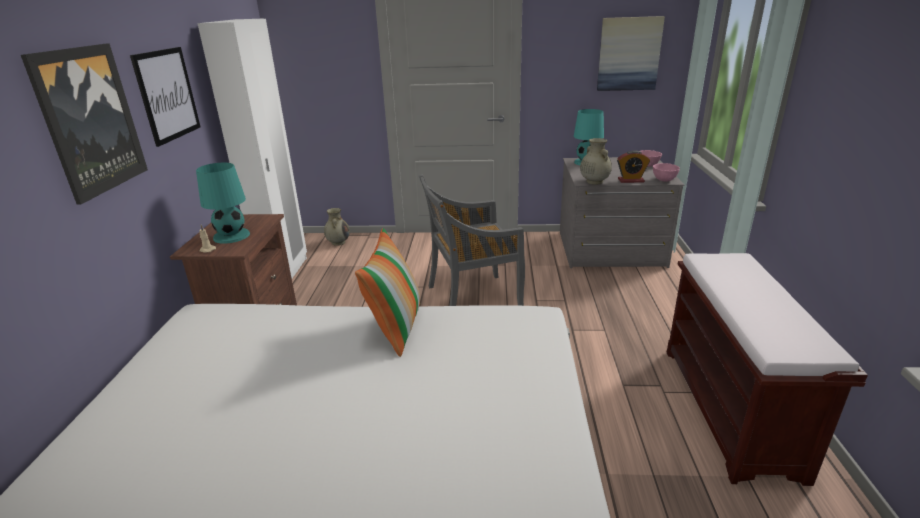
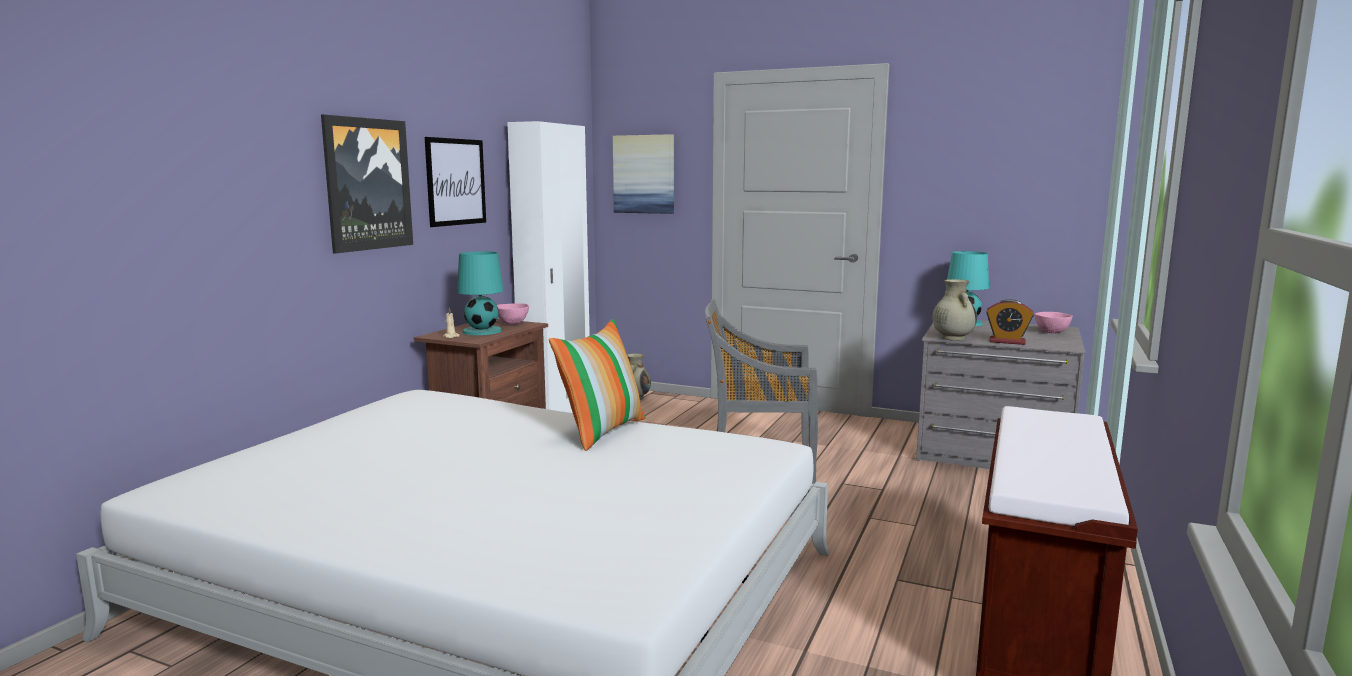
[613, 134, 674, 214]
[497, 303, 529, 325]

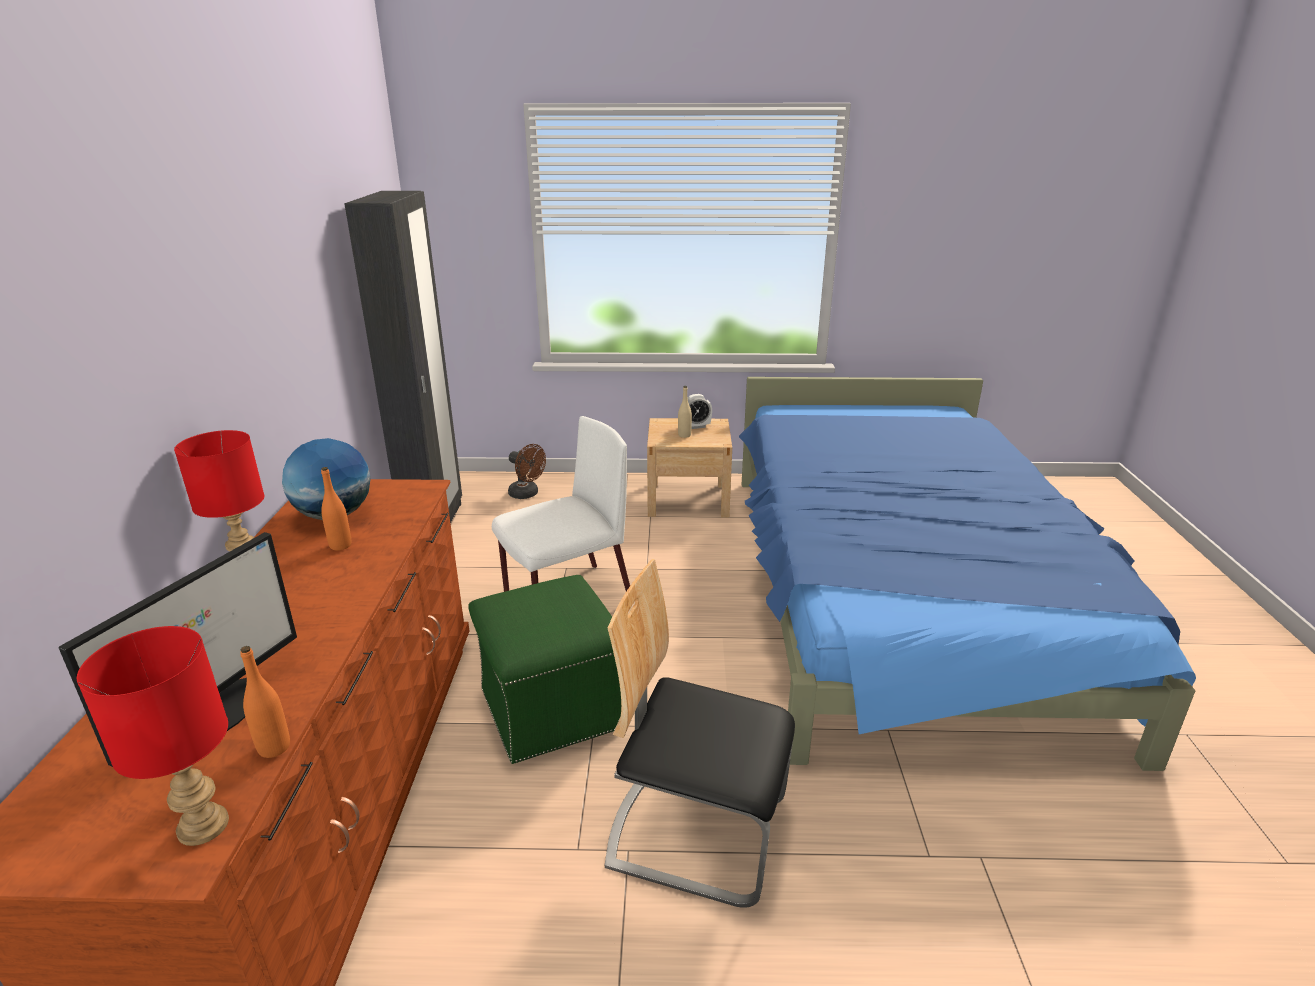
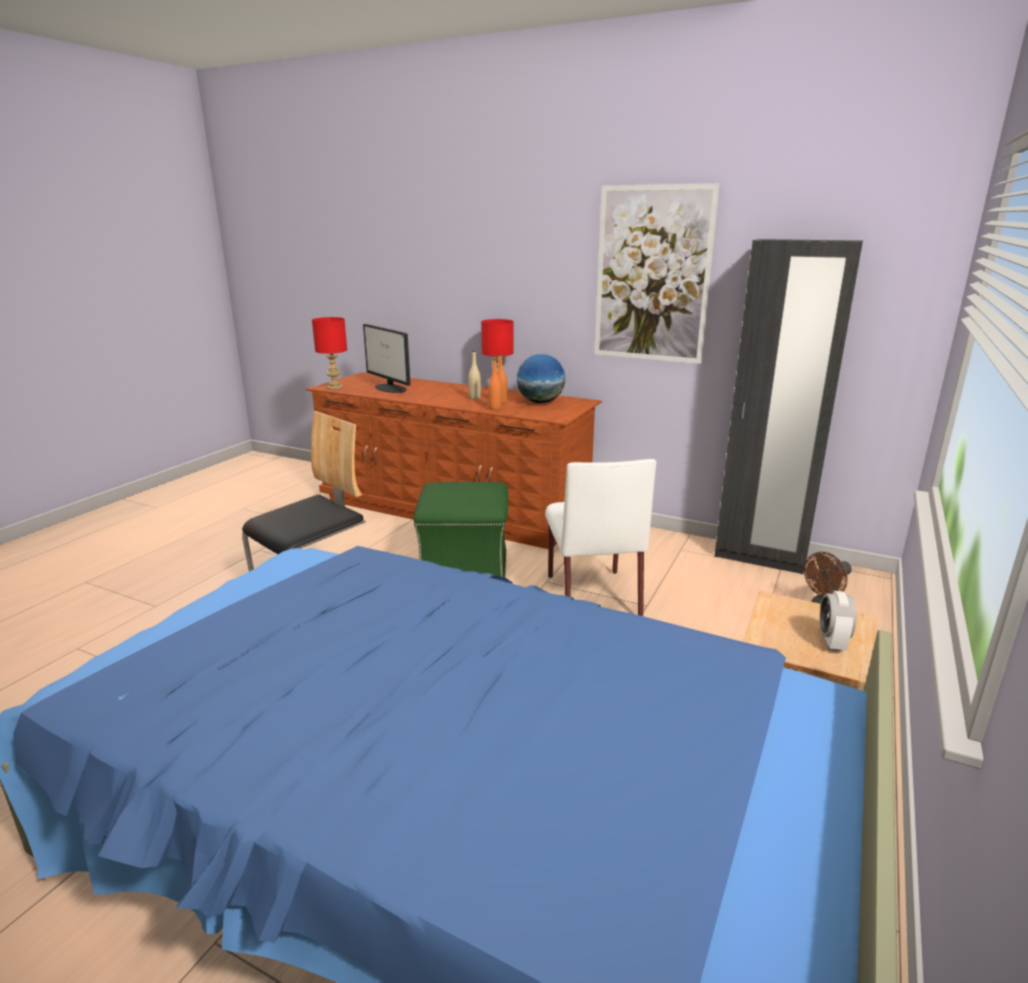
[468, 351, 481, 399]
[488, 359, 502, 410]
[594, 183, 720, 364]

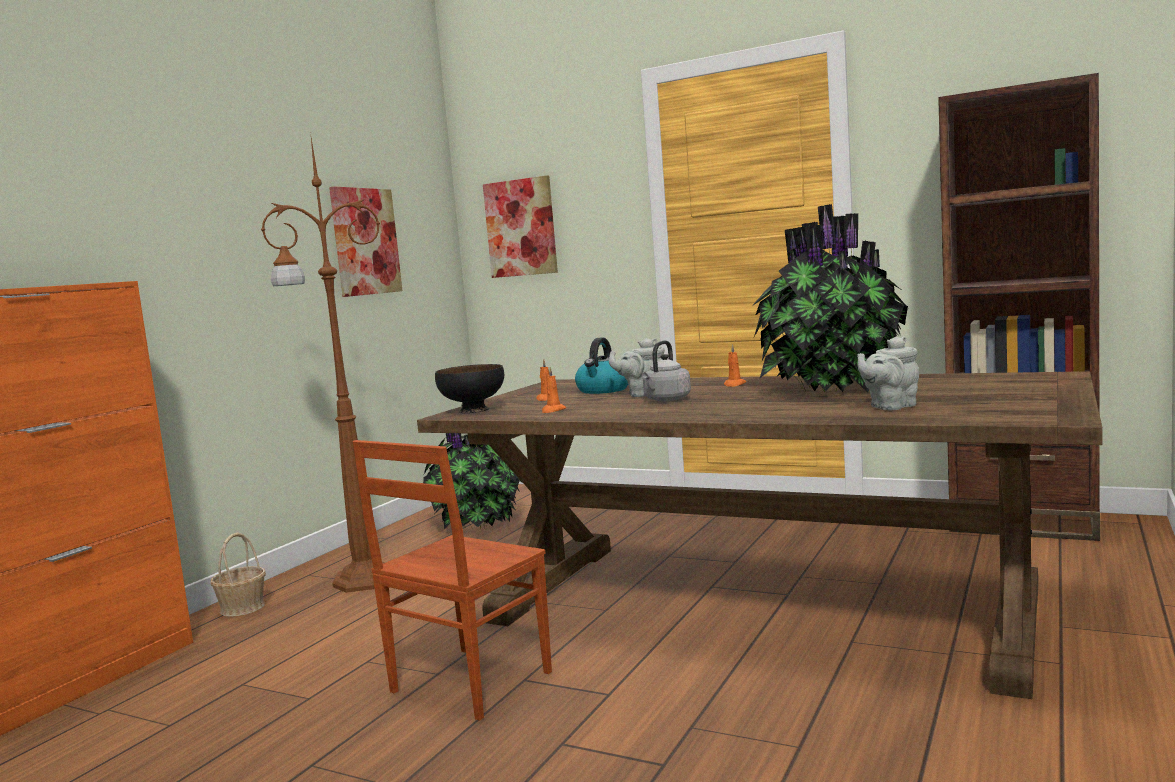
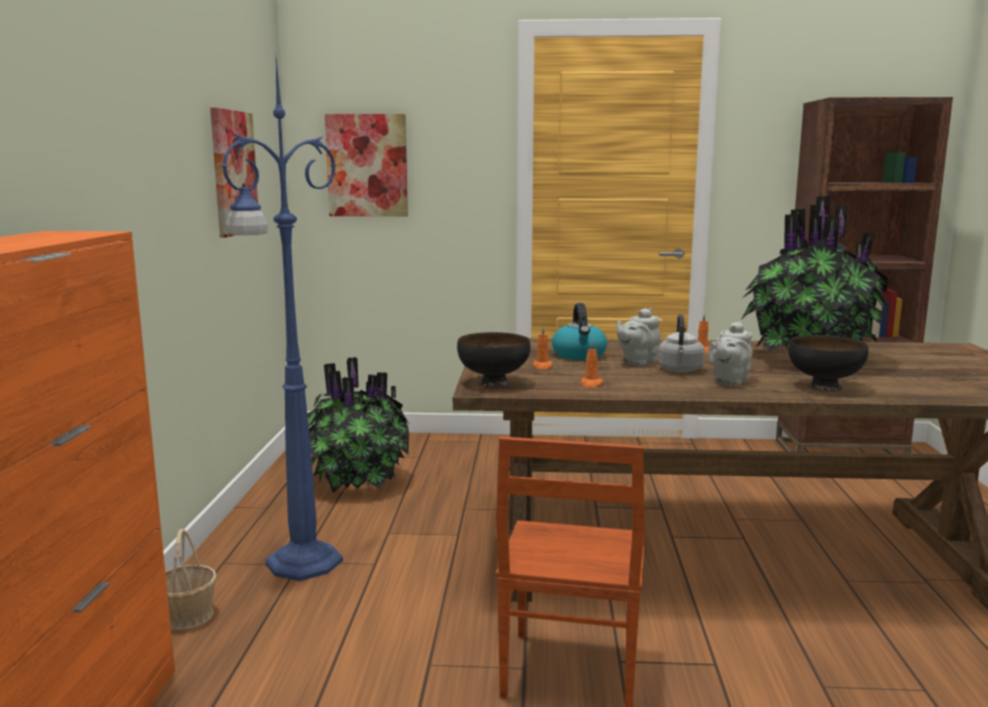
[221, 59, 343, 581]
[708, 322, 753, 386]
[788, 335, 868, 391]

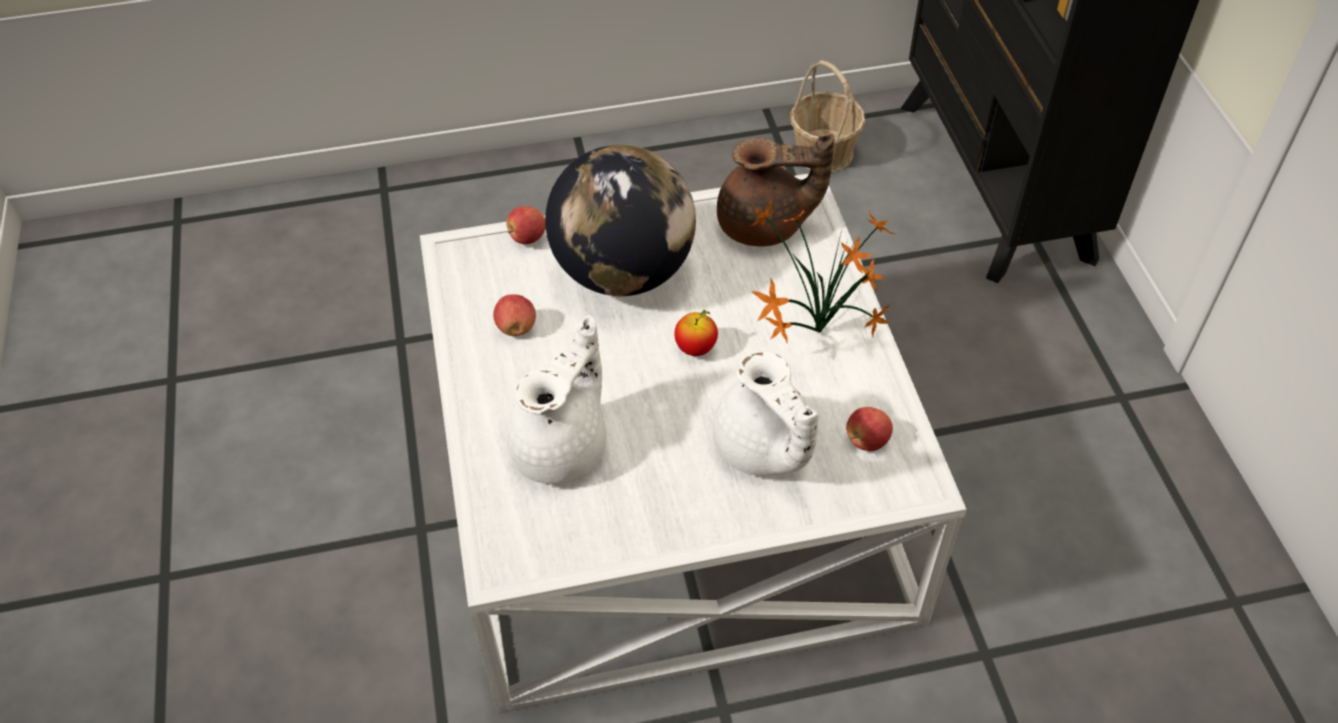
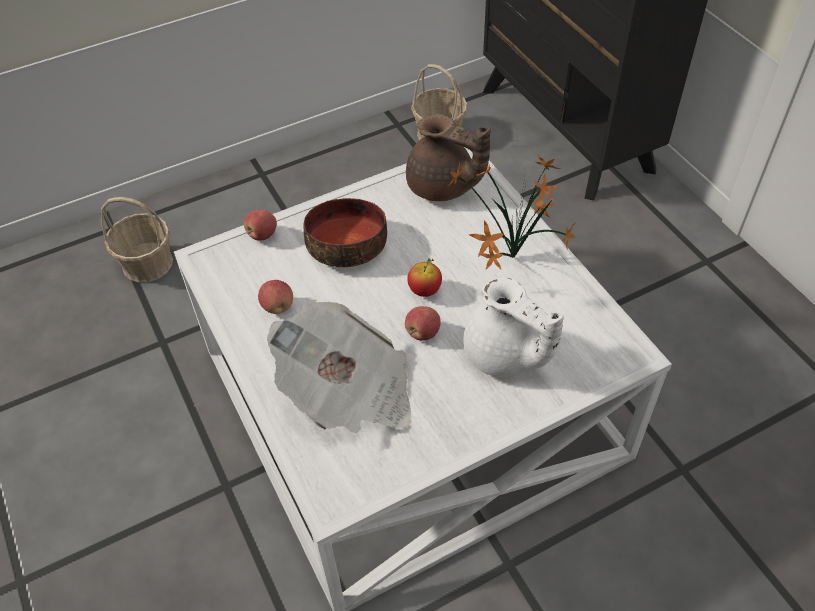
[406, 114, 491, 201]
[304, 198, 387, 267]
[267, 302, 411, 433]
[405, 306, 441, 341]
[101, 197, 173, 283]

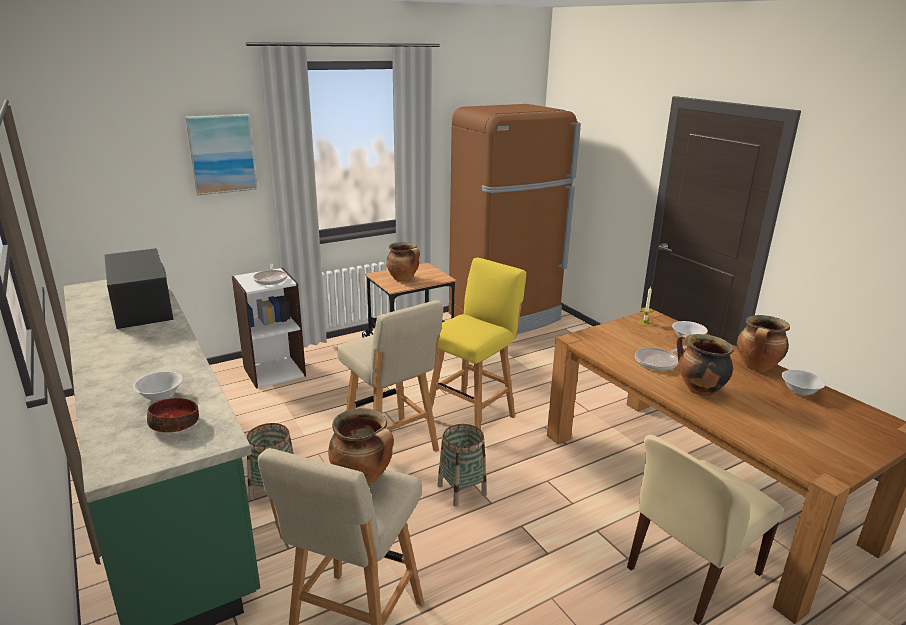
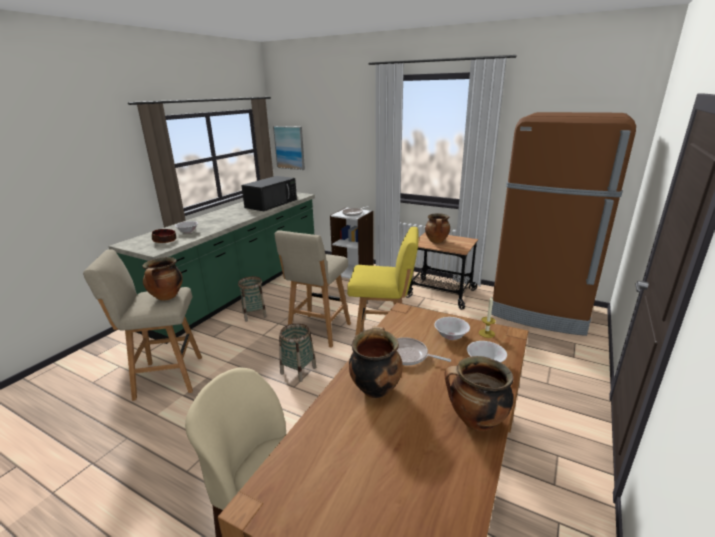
[273, 126, 305, 170]
[434, 317, 470, 340]

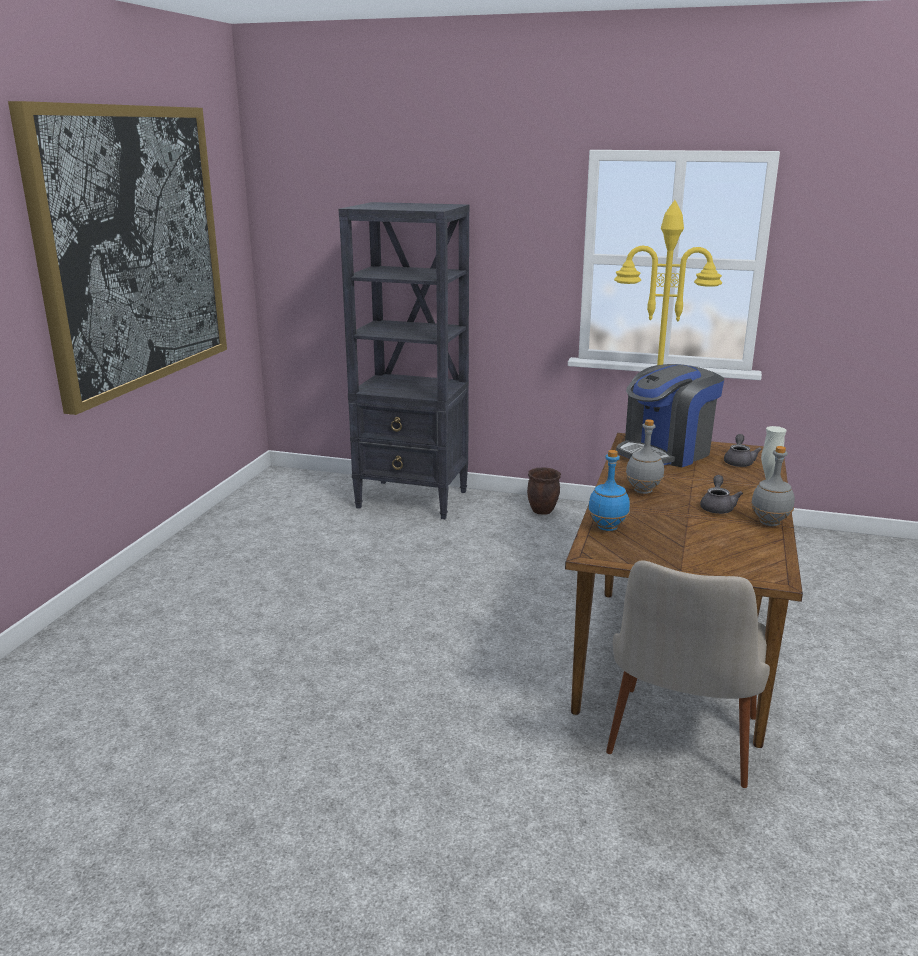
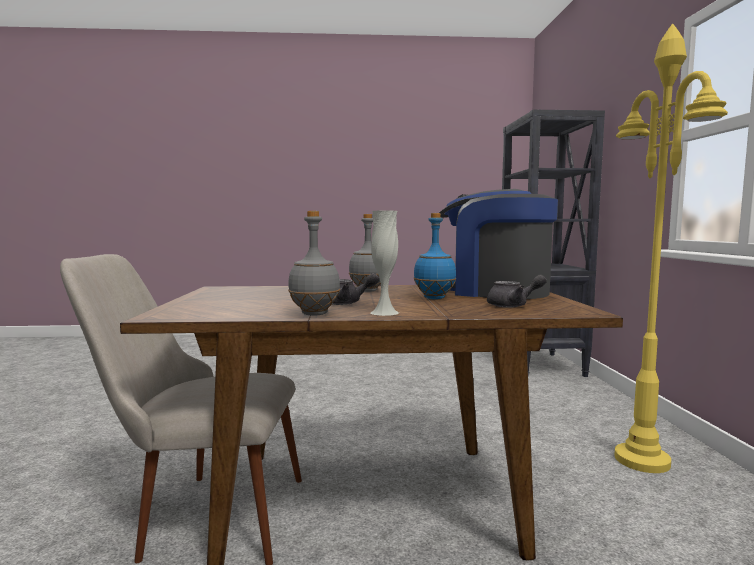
[8, 101, 227, 415] (first image)
[413, 213, 456, 299]
[527, 467, 561, 515] (first image)

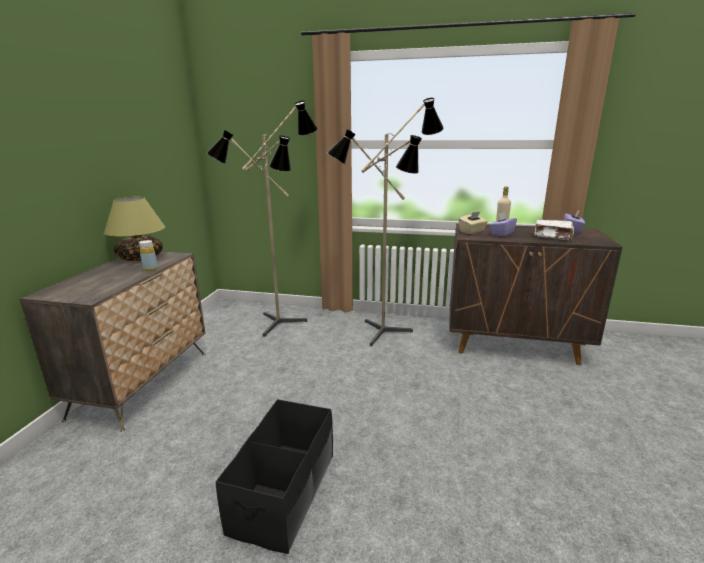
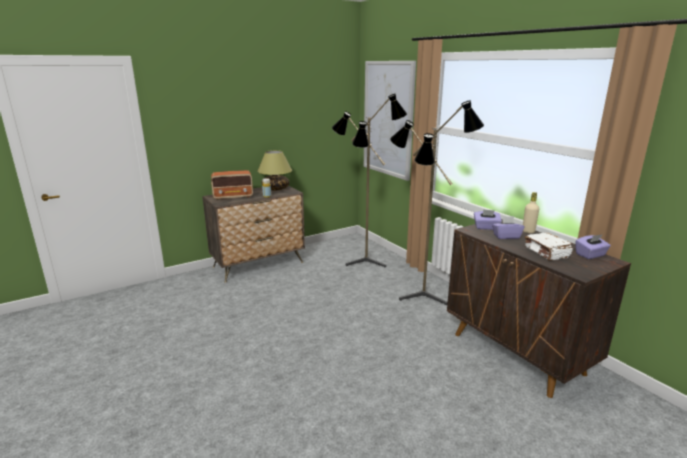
[474, 209, 502, 230]
[216, 399, 333, 554] (first image)
[364, 61, 416, 181]
[211, 170, 253, 200]

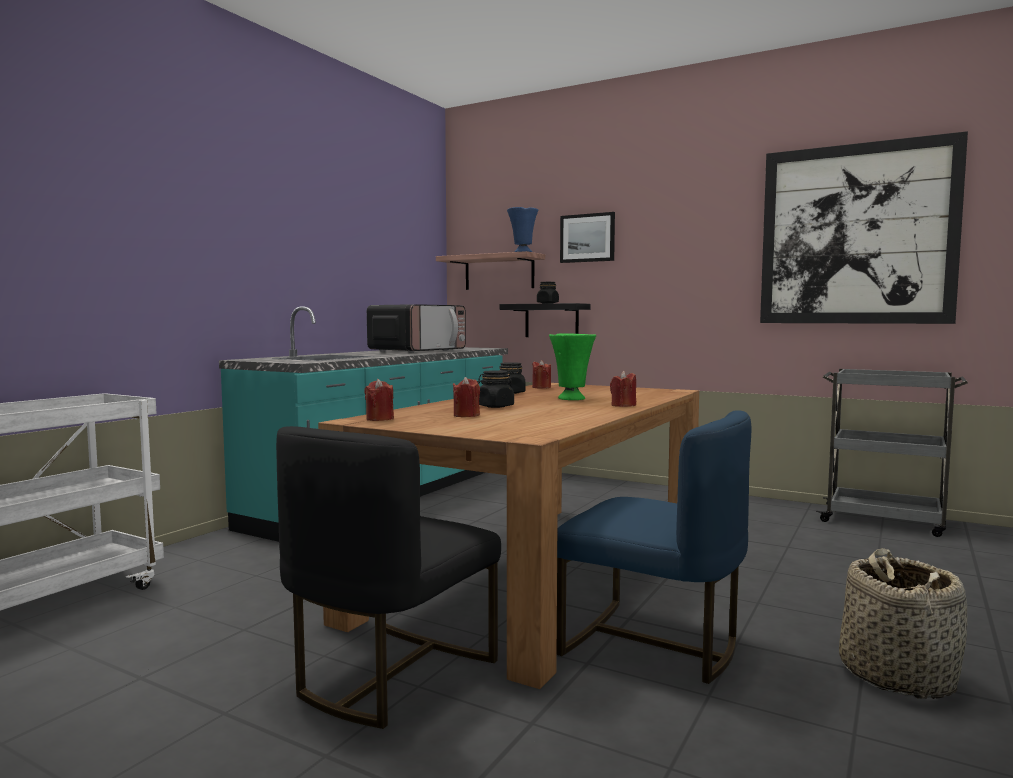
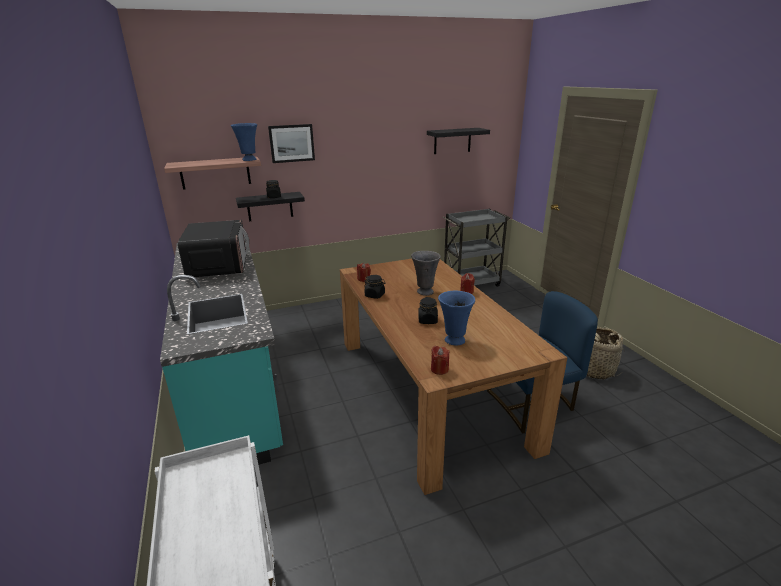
[427, 128, 490, 154]
[411, 251, 441, 296]
[438, 291, 475, 345]
[276, 426, 501, 729] (first image)

